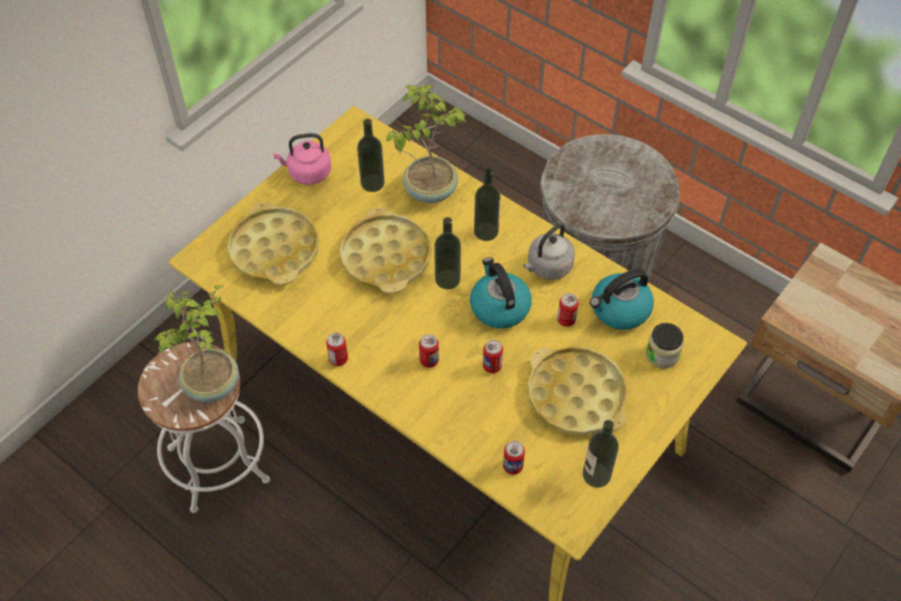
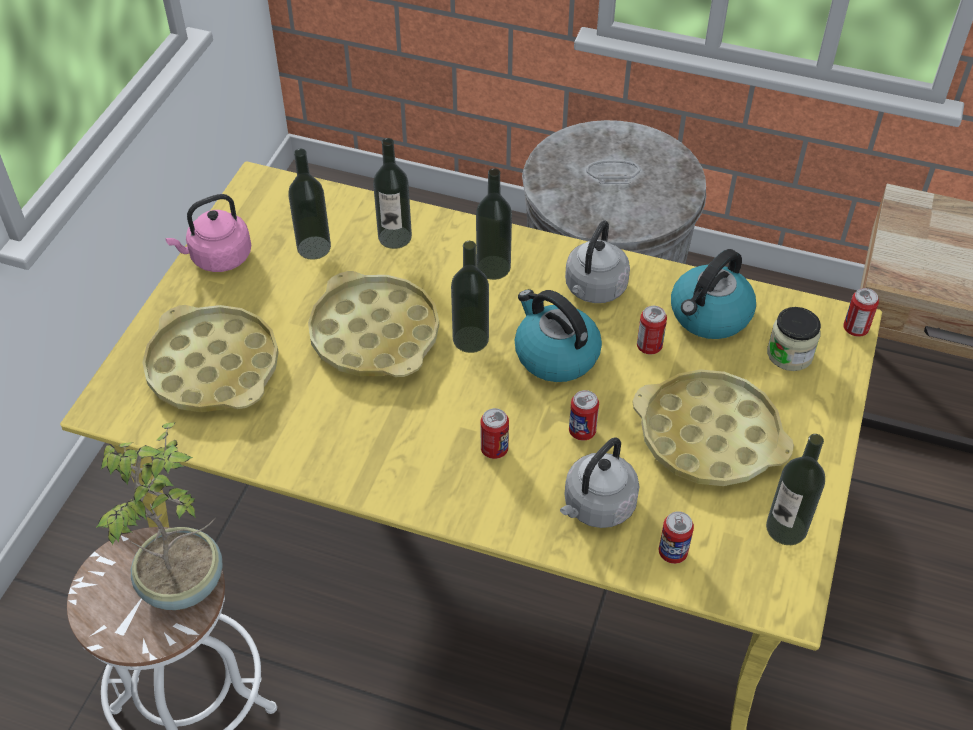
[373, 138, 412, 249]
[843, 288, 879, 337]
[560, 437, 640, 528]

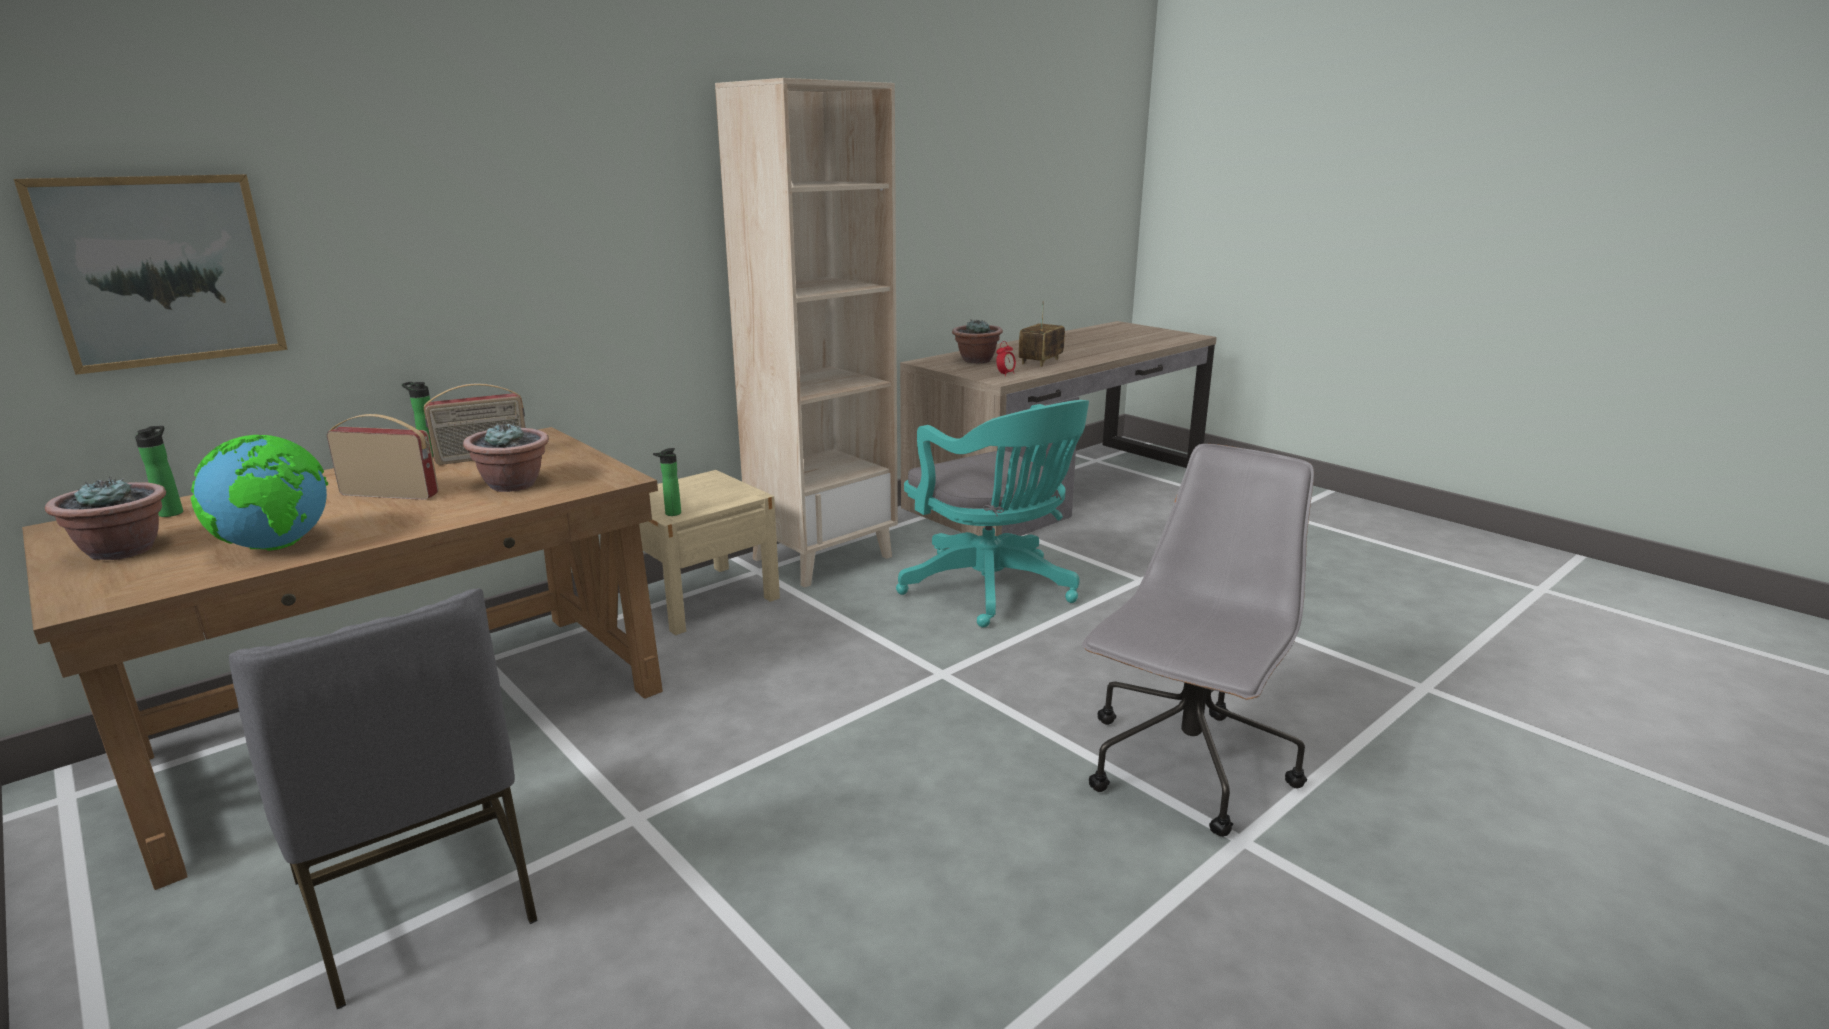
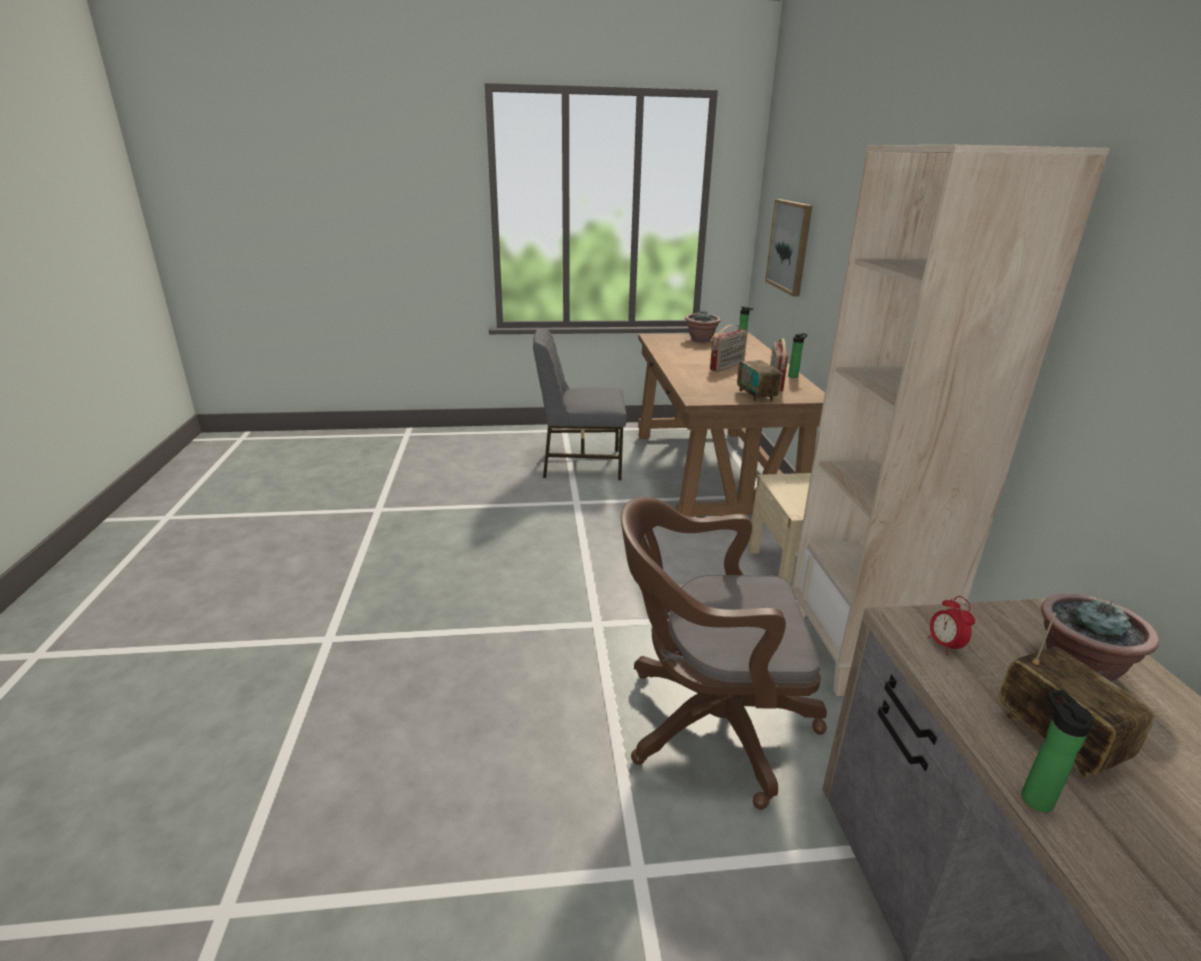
[621, 497, 827, 810]
[463, 422, 549, 492] (first image)
[191, 435, 328, 551] (first image)
[1082, 444, 1314, 837] (first image)
[1021, 690, 1093, 812]
[737, 344, 782, 403]

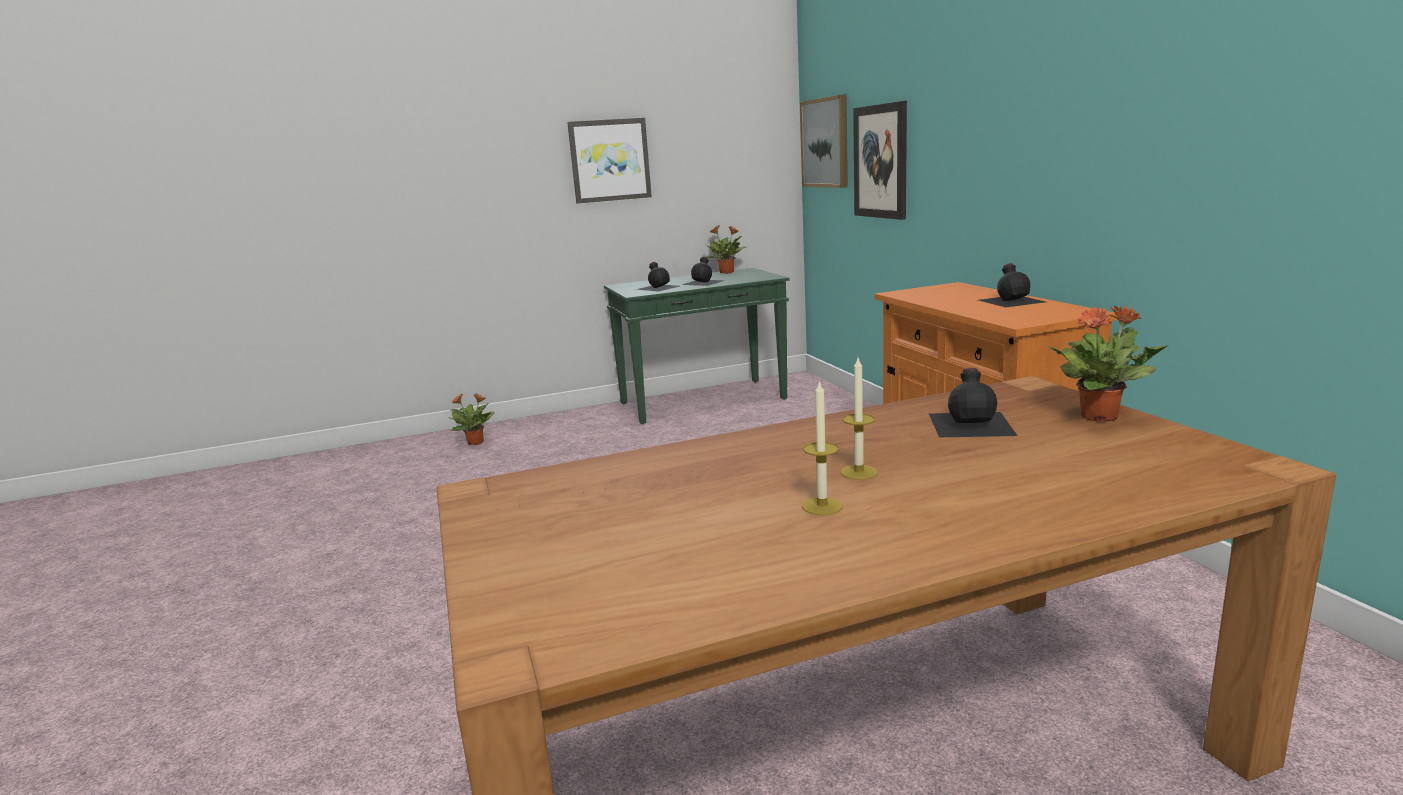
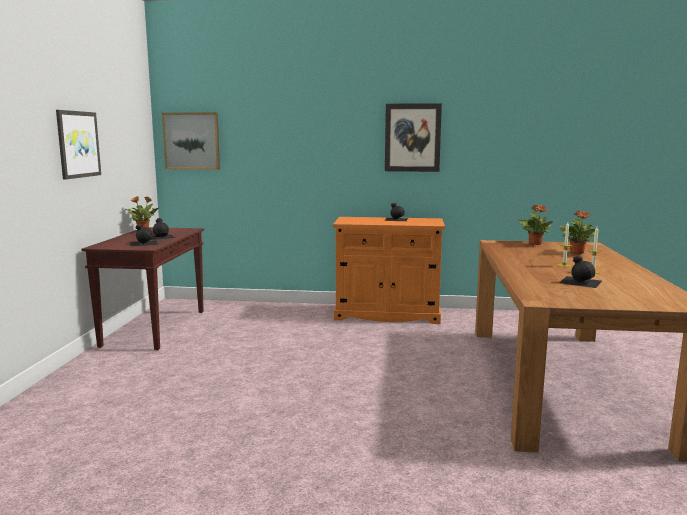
[385, 103, 442, 172]
[81, 227, 204, 350]
[559, 255, 602, 288]
[560, 210, 595, 254]

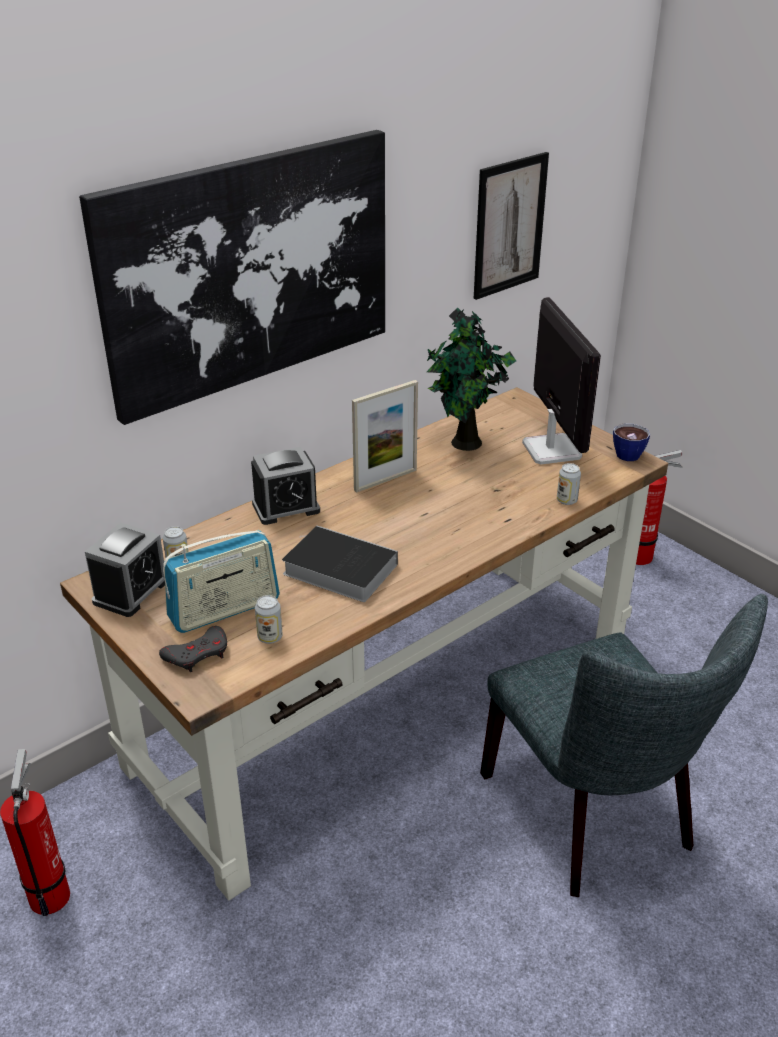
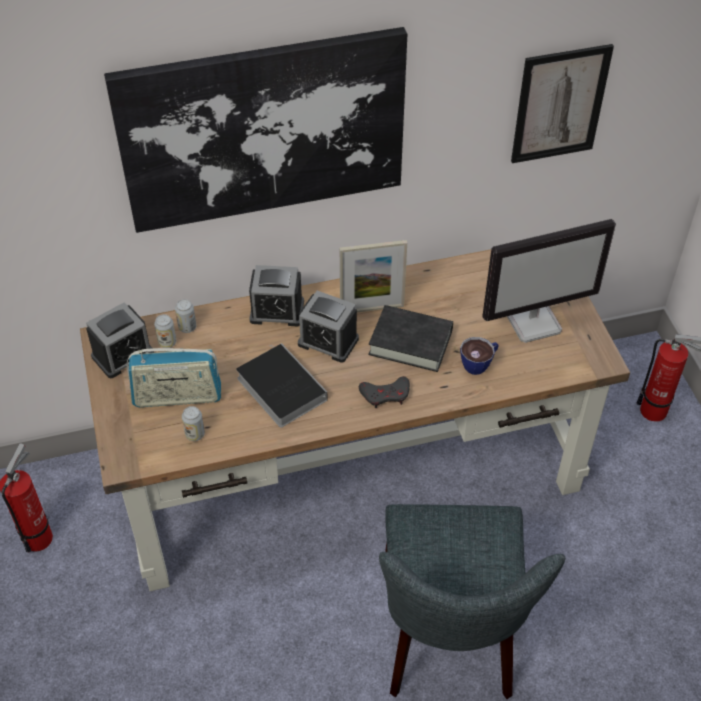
[482, 219, 616, 343]
[427, 307, 516, 451] (first image)
[460, 337, 499, 375]
[175, 299, 196, 333]
[359, 376, 410, 408]
[298, 291, 359, 363]
[368, 305, 453, 372]

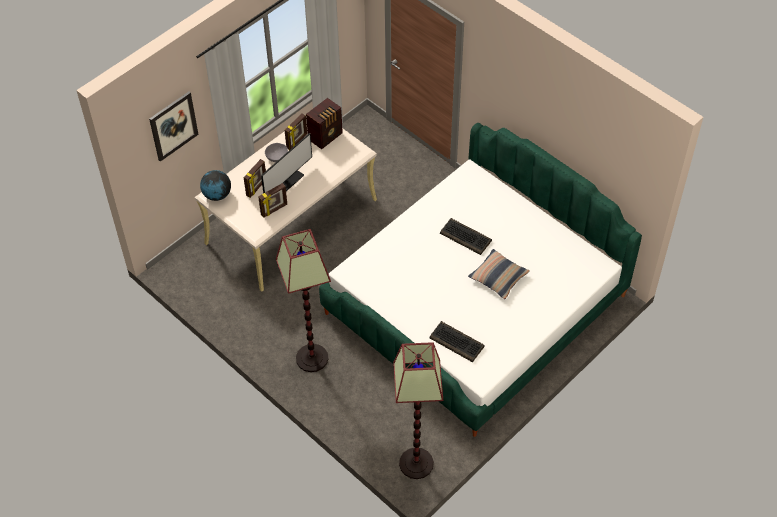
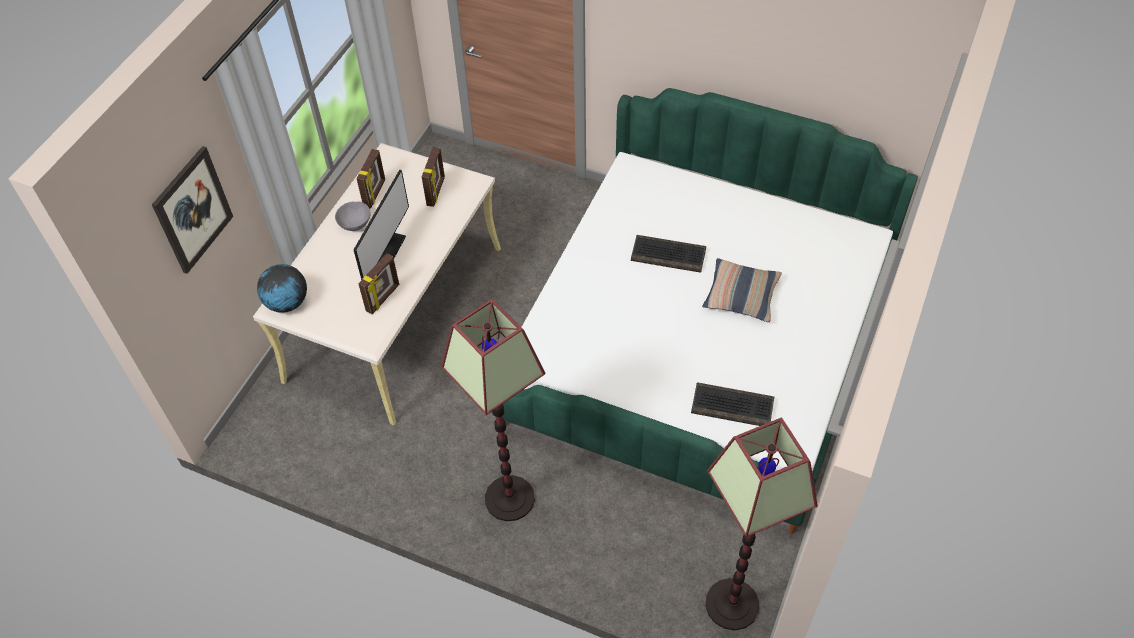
[306, 98, 343, 149] (first image)
[422, 147, 445, 207]

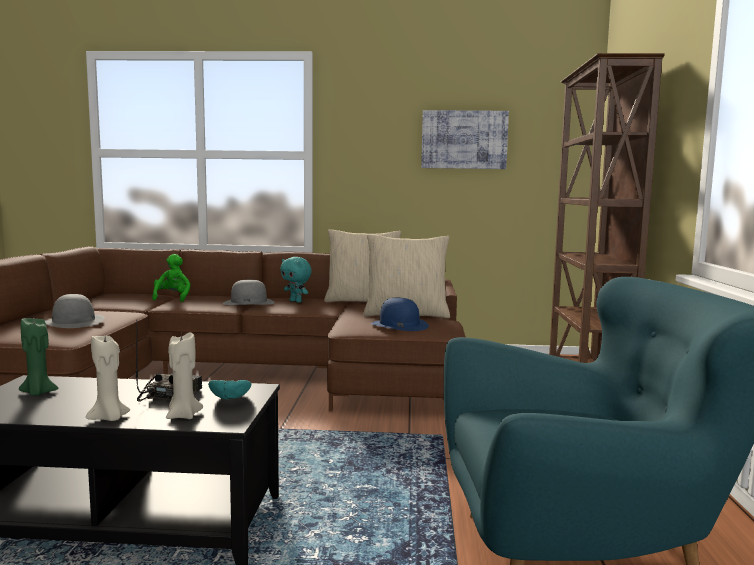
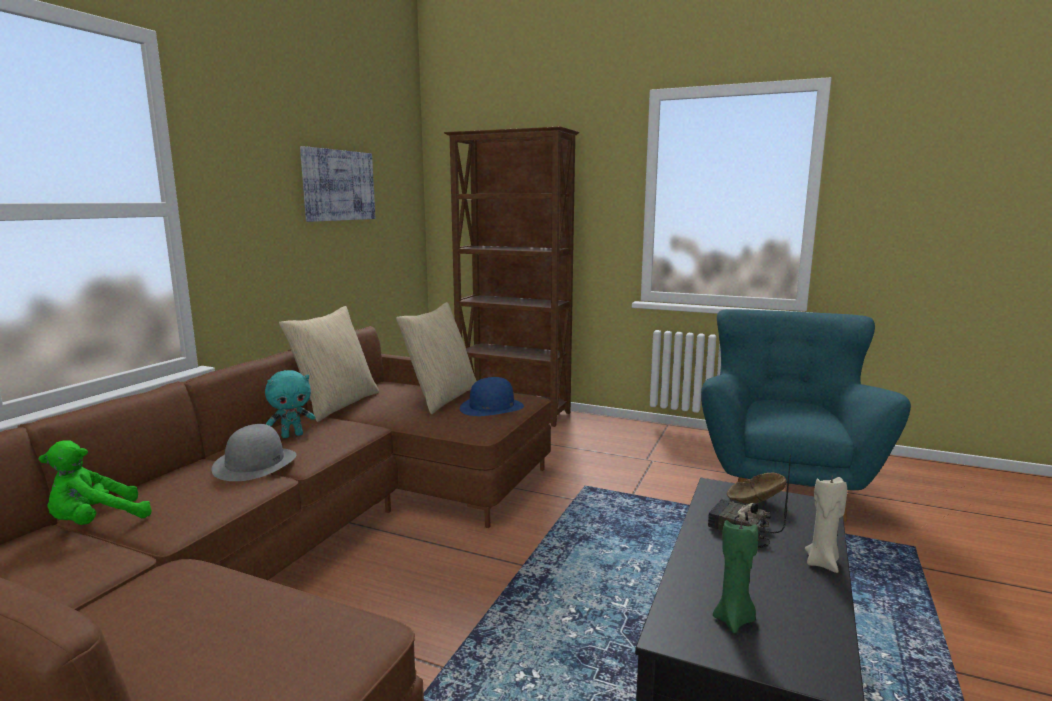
[39, 440, 152, 525]
[45, 294, 105, 328] (first image)
[166, 332, 203, 419] (first image)
[727, 473, 787, 504]

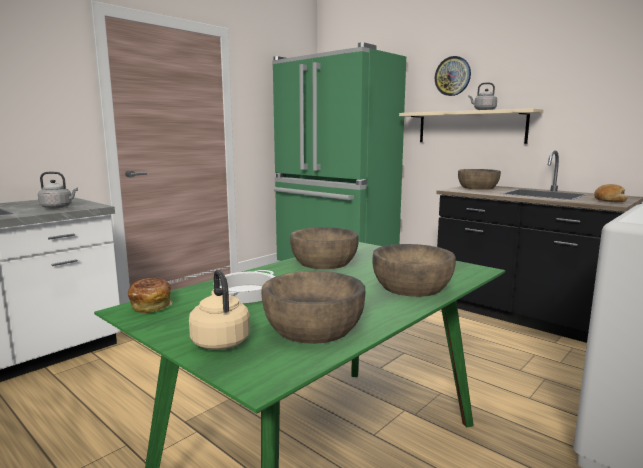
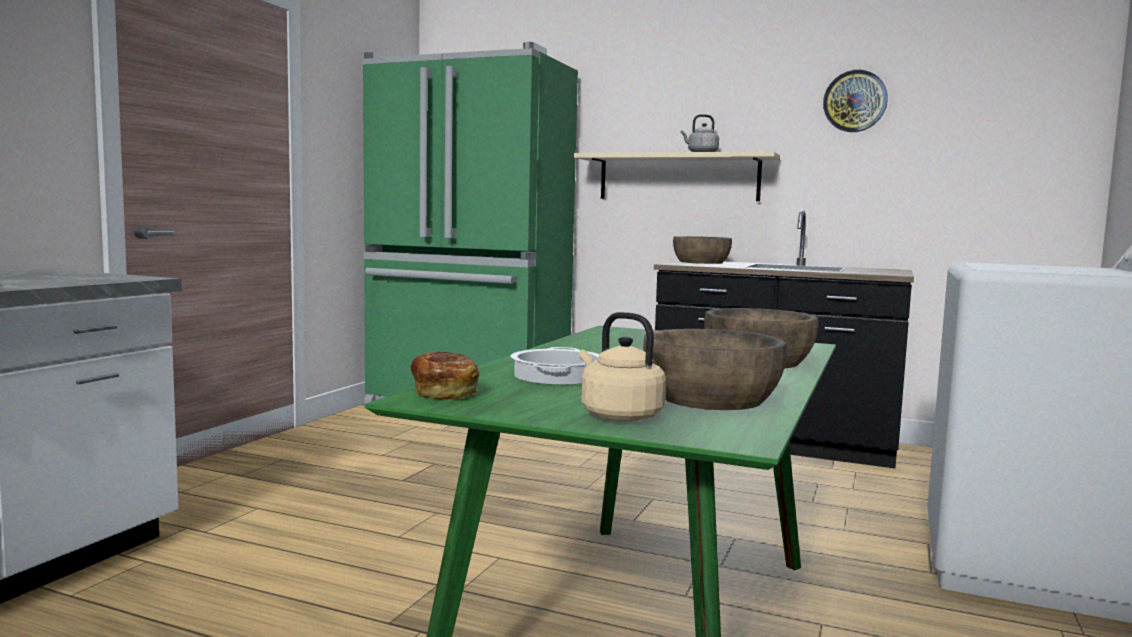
[823, 70, 888, 132]
[38, 172, 78, 208] (first image)
[594, 184, 628, 202] (first image)
[290, 227, 359, 269] (first image)

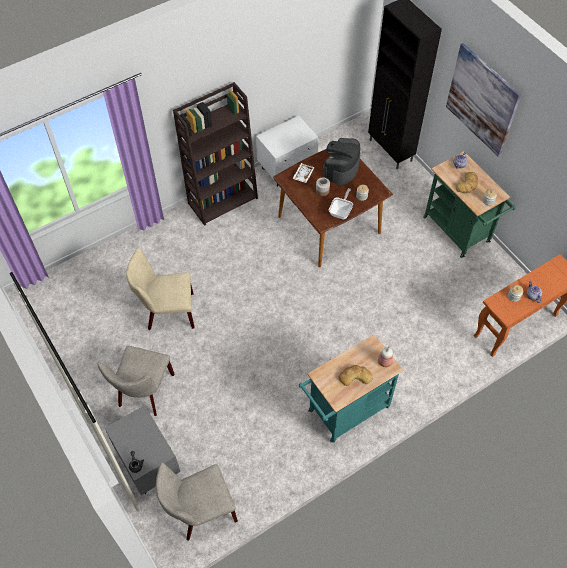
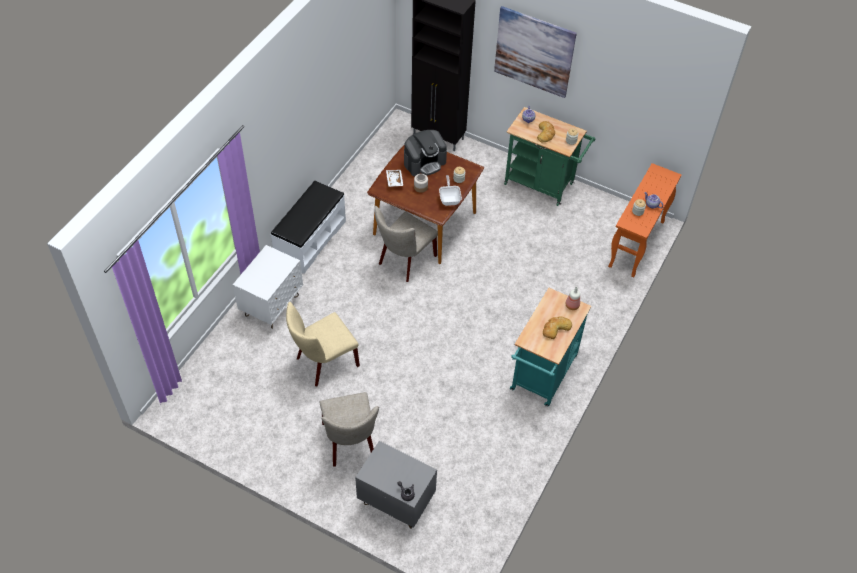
[271, 181, 346, 274]
[233, 245, 303, 329]
[404, 130, 447, 177]
[374, 206, 438, 282]

